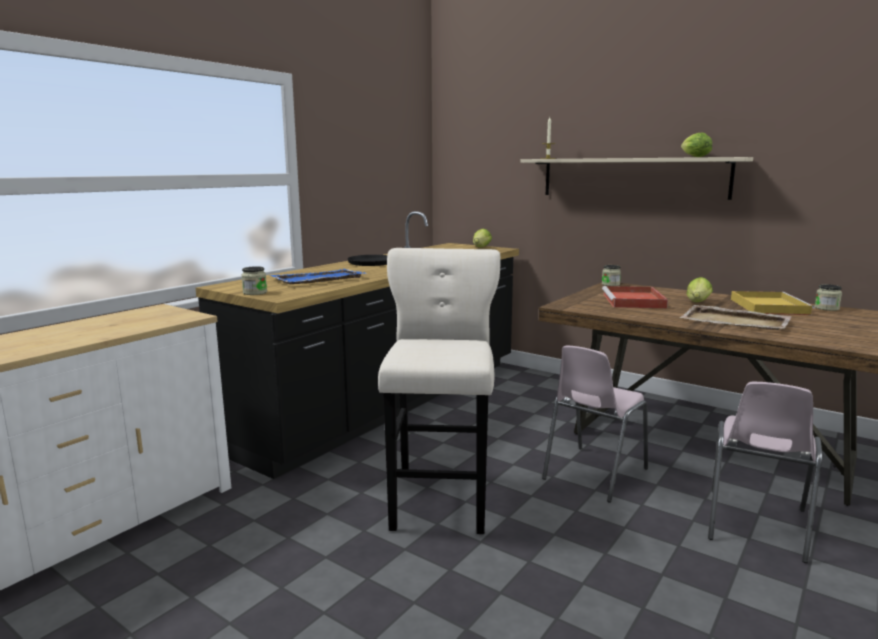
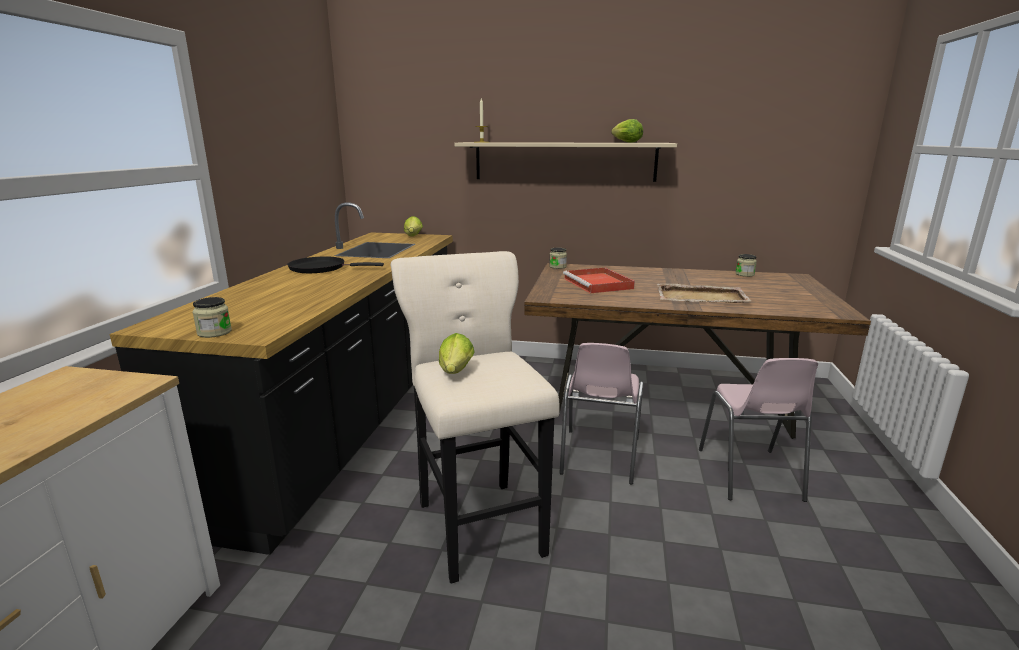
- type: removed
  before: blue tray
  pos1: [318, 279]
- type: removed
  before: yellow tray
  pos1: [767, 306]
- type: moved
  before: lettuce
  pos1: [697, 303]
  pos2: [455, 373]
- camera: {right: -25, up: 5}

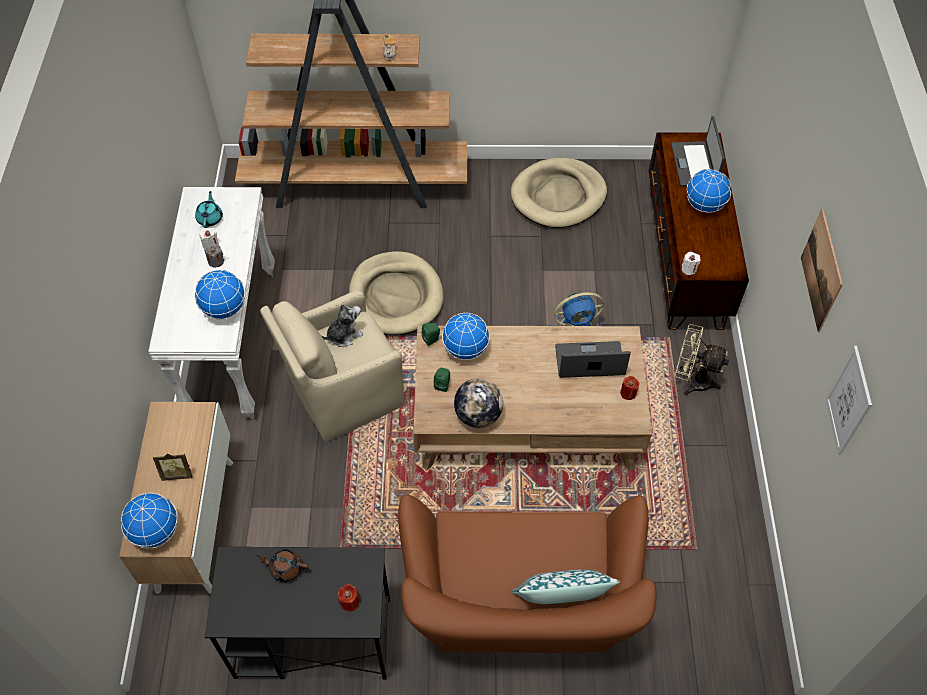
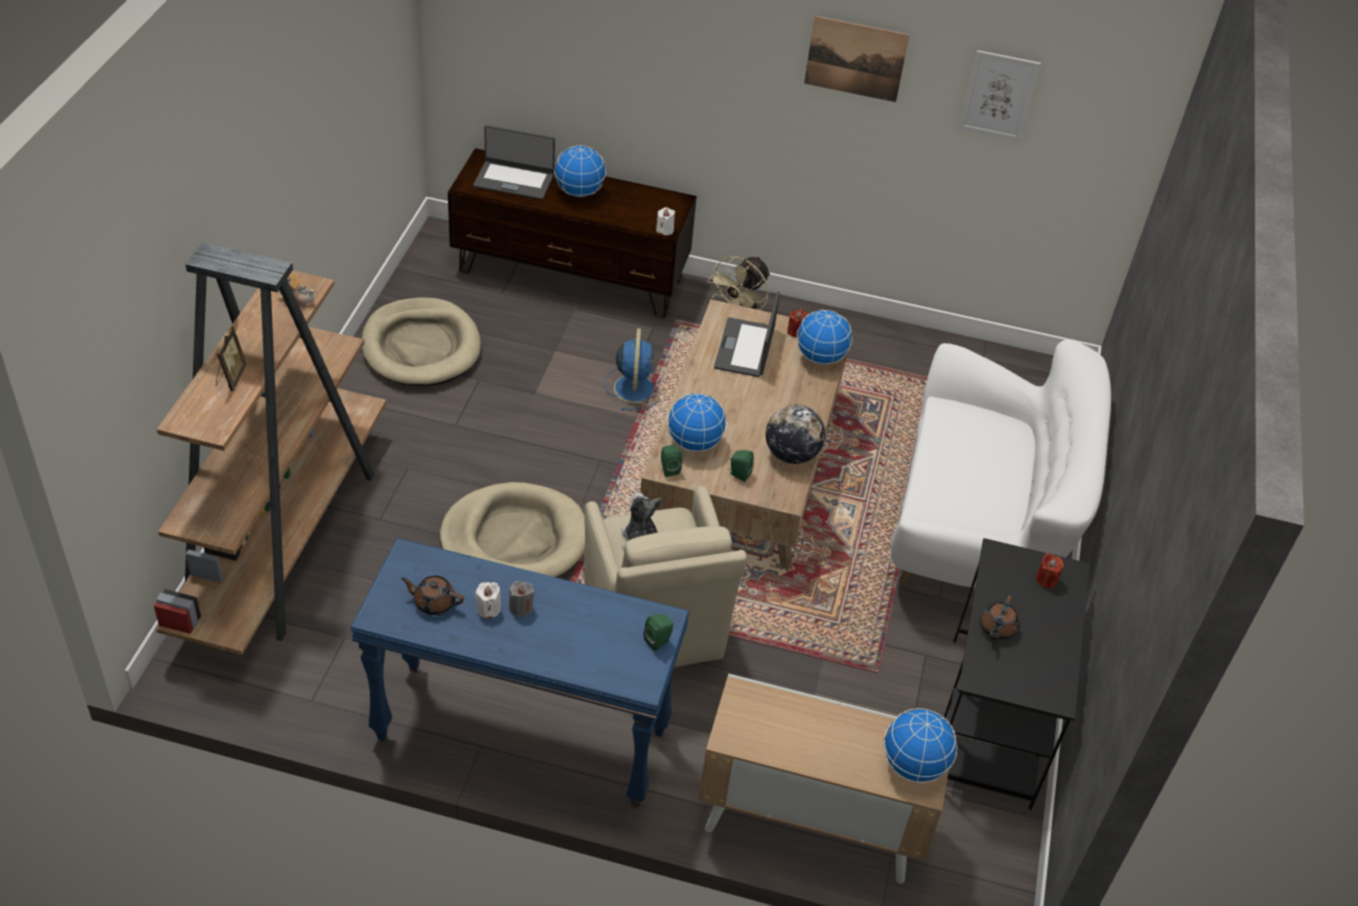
- type: removed
  before: pillow
  pos1: [560, 602]
- type: added
  after: green speaker
  pos2: [659, 641]
- type: moved
  before: picture frame
  pos1: [177, 473]
  pos2: [230, 378]
- type: moved
  before: globe
  pos1: [224, 309]
  pos2: [821, 358]
- type: recoloured
  before: white console table
  after: blue console table
  pos1: [231, 342]
  pos2: [520, 737]
- type: recoloured
  before: turquoise teapot
  after: brown teapot
  pos1: [210, 218]
  pos2: [434, 602]
- type: recoloured
  before: brown sofa
  after: white sofa
  pos1: [520, 606]
  pos2: [979, 529]
- camera: {right: -80, up: -10}

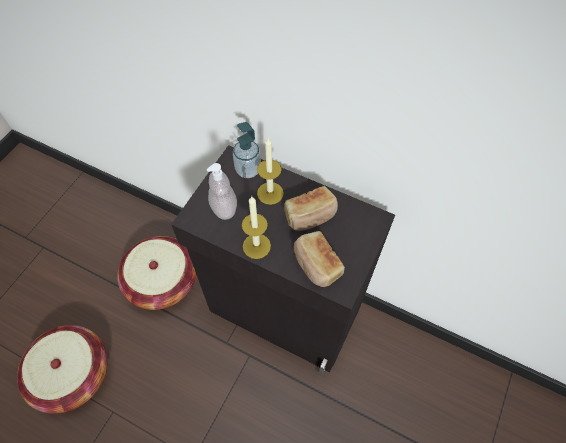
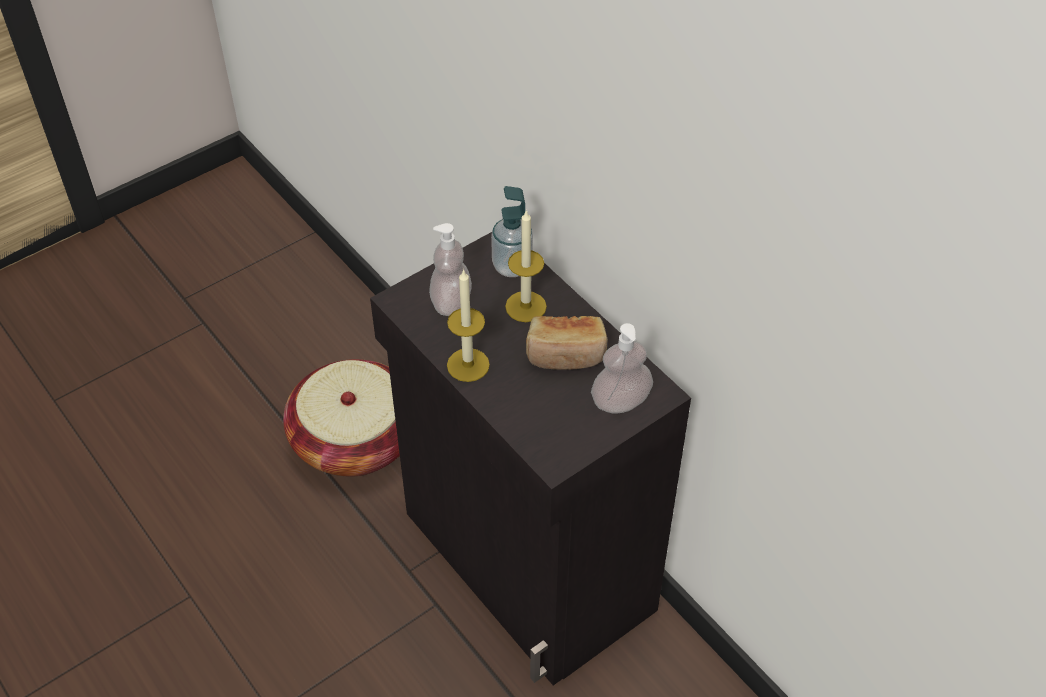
- type: removed
  before: basket
  pos1: [73, 374]
- type: removed
  before: bread
  pos1: [316, 264]
- type: added
  after: soap dispenser
  pos2: [620, 401]
- camera: {right: 25, up: -10}

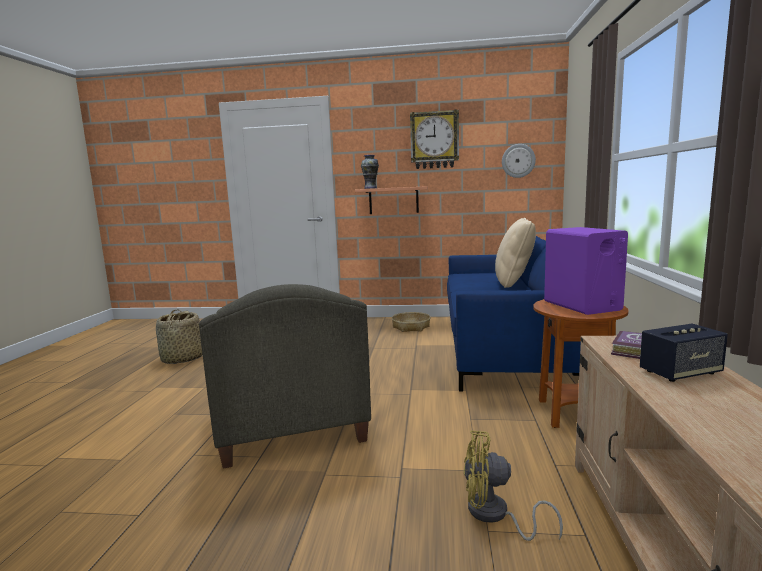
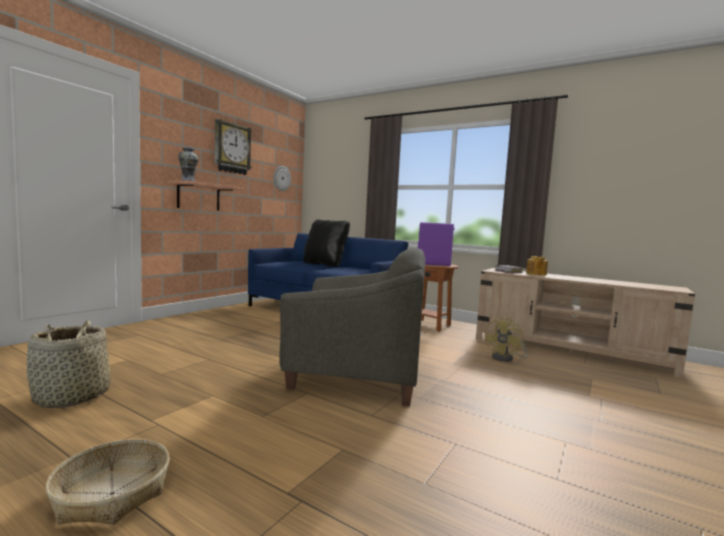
- type: moved
  before: basket
  pos1: [411, 327]
  pos2: [112, 493]
- type: replaced
  before: speaker
  after: teapot
  pos1: [680, 373]
  pos2: [536, 274]
- type: recoloured
  before: beige pillow
  after: black pillow
  pos1: [514, 283]
  pos2: [325, 264]
- camera: {right: -65, up: -5}

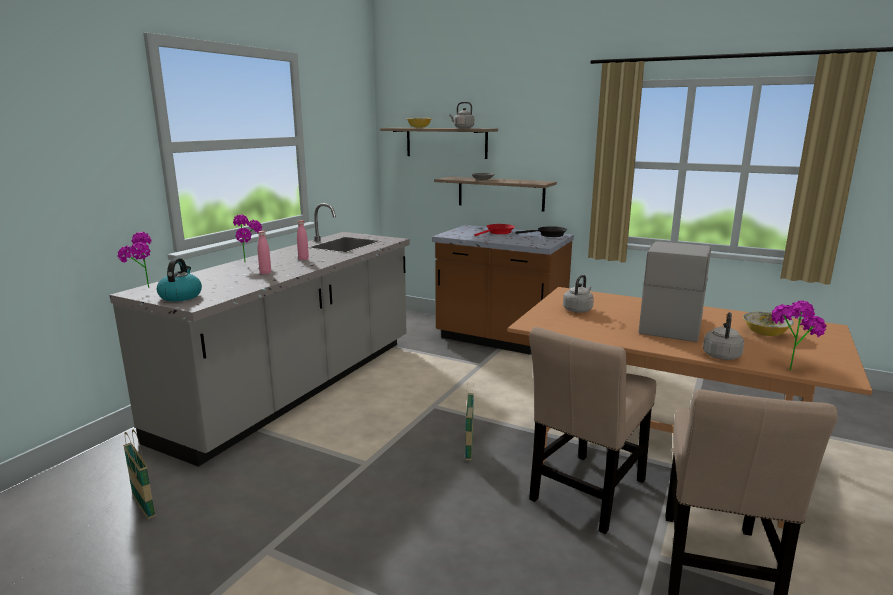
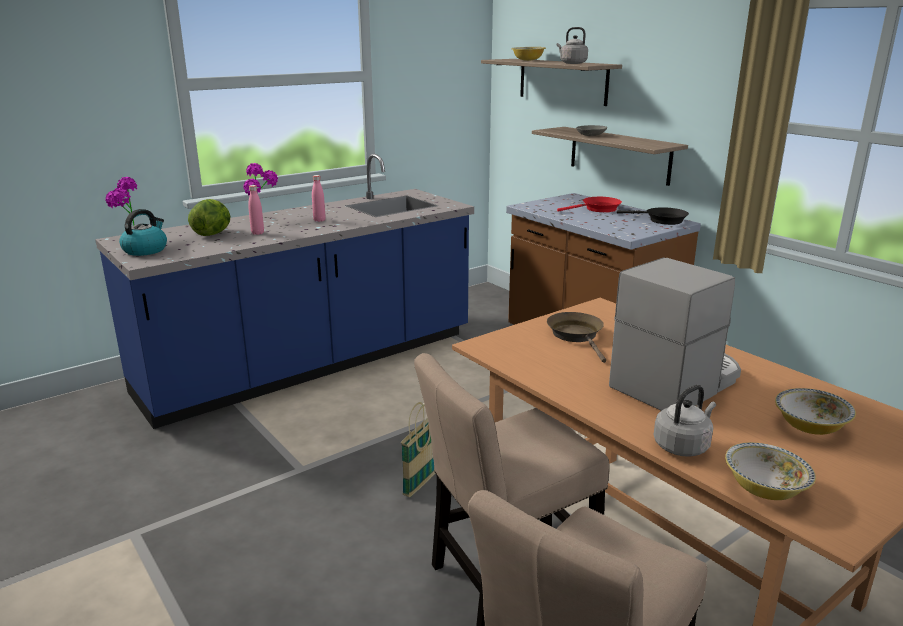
- type: removed
  before: basket
  pos1: [144, 507]
- type: added
  after: lettuce
  pos2: [213, 234]
- type: replaced
  before: grey kettle
  after: brown frying pan
  pos1: [578, 310]
  pos2: [577, 336]
- type: replaced
  before: potted plant
  after: bowl
  pos1: [788, 366]
  pos2: [764, 489]
- type: recoloured
  before: grey counter
  after: blue counter
  pos1: [297, 387]
  pos2: [312, 364]
- camera: {right: 25, up: 5}

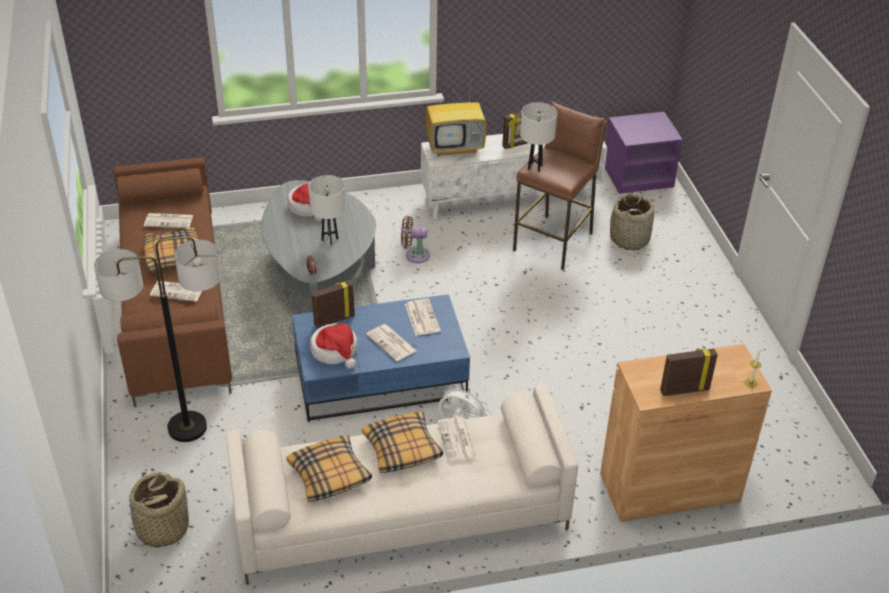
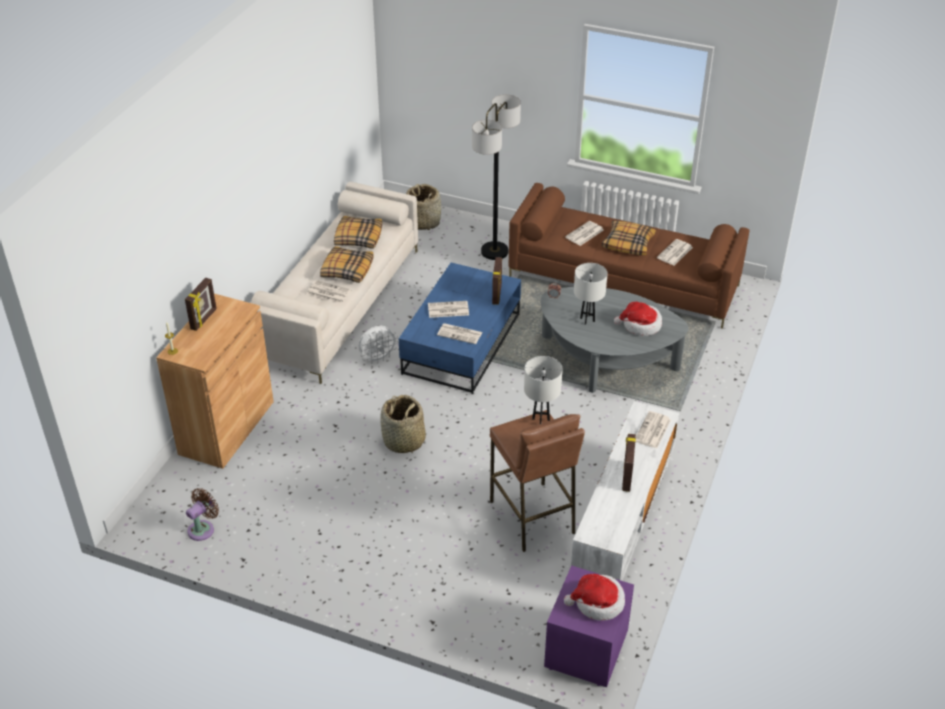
- type: moved
  before: hat
  pos1: [335, 351]
  pos2: [597, 603]
- type: moved
  before: brown fan
  pos1: [414, 255]
  pos2: [203, 529]
- type: moved
  before: basket
  pos1: [629, 239]
  pos2: [404, 441]
- type: replaced
  before: television
  after: newspaper
  pos1: [456, 148]
  pos2: [652, 431]
- camera: {right: 125, up: 0}

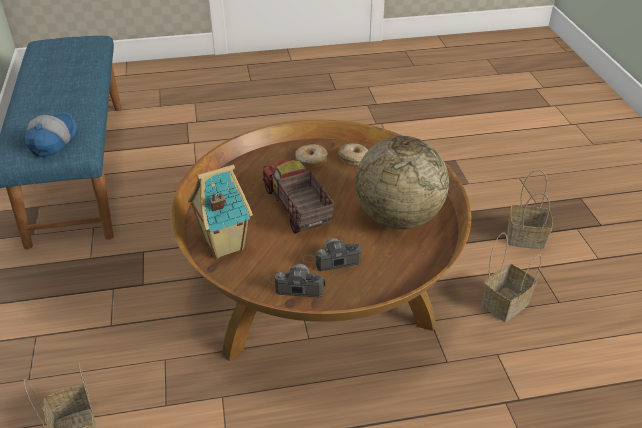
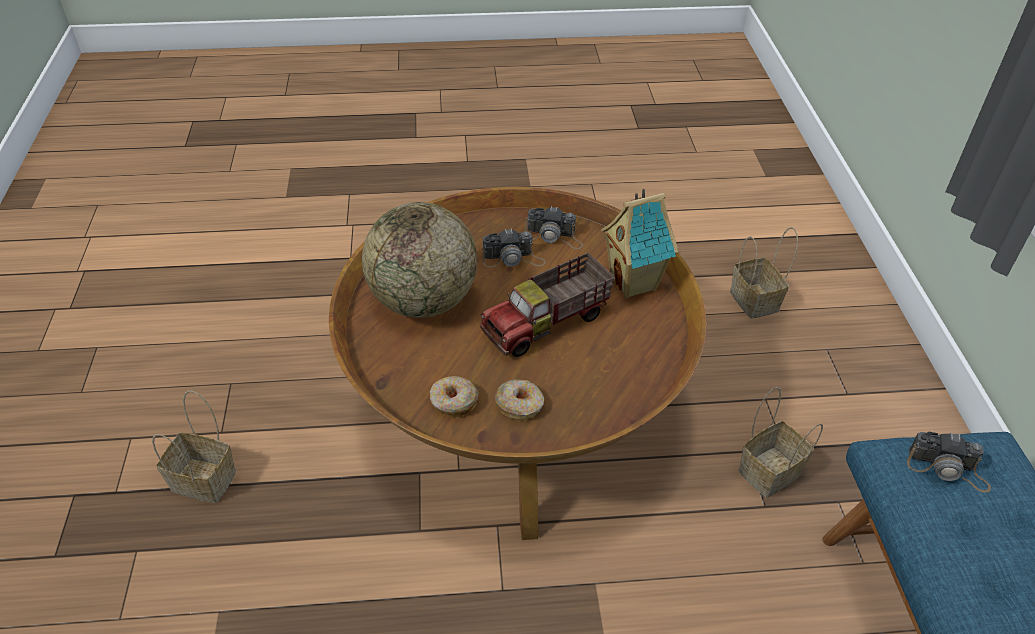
- type: moved
  before: basket
  pos1: [505, 302]
  pos2: [769, 474]
- type: replaced
  before: cap
  after: photo camera
  pos1: [53, 141]
  pos2: [947, 469]
- type: turned
  before: toy truck
  pos1: [296, 209]
  pos2: [547, 323]
  turn: 75
- camera: {right: -175, up: 5}

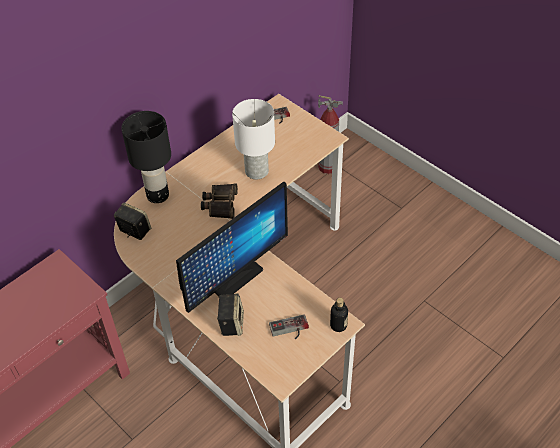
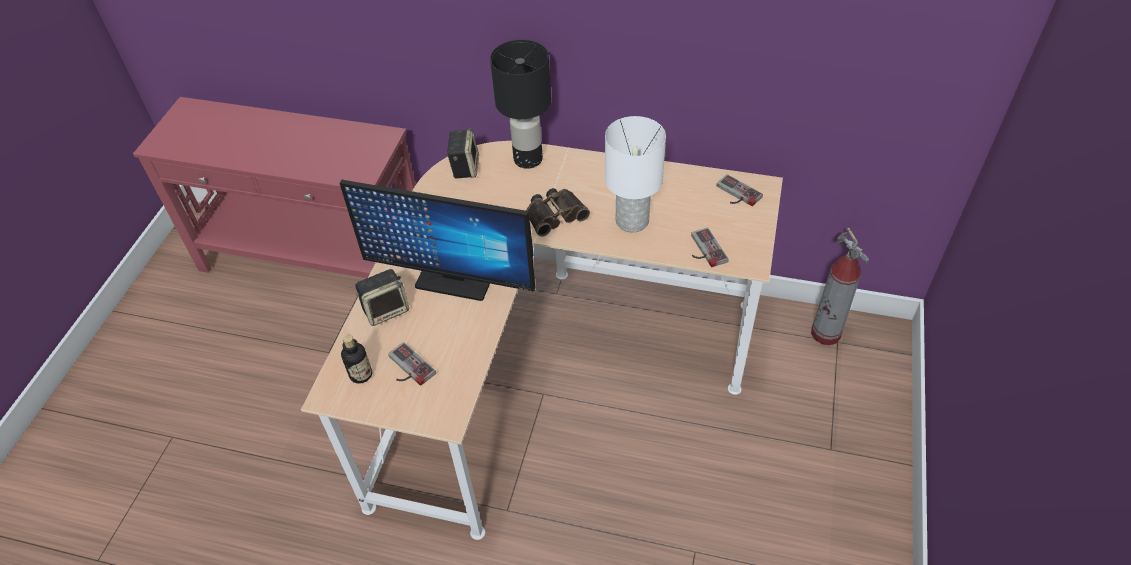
- type: added
  after: game controller
  pos2: [704, 250]
- type: moved
  before: bottle
  pos1: [338, 325]
  pos2: [361, 374]
- camera: {right: 60, up: 0}

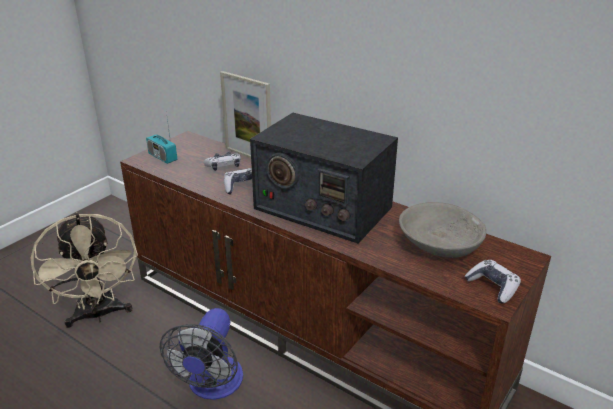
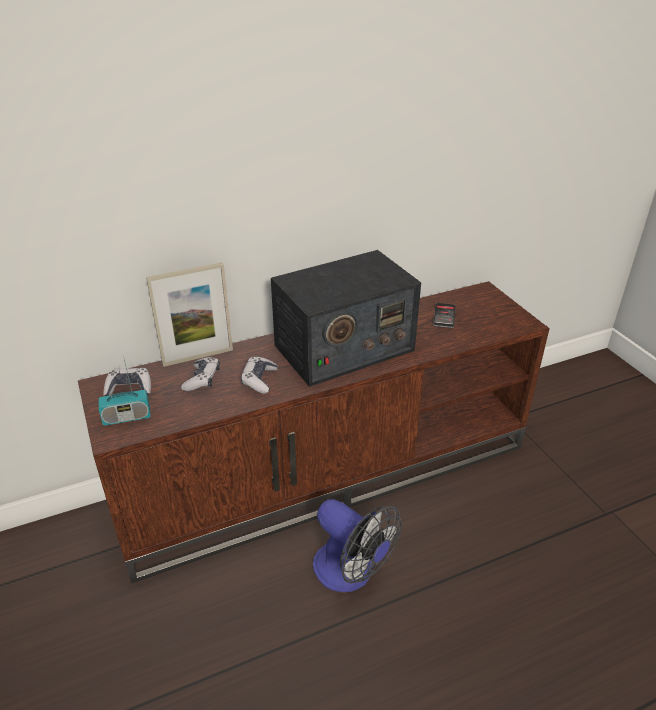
- type: removed
  before: beige fan
  pos1: [99, 315]
- type: moved
  before: game controller
  pos1: [492, 287]
  pos2: [129, 388]
- type: replaced
  before: grey bowl
  after: phone
  pos1: [439, 244]
  pos2: [444, 316]
- camera: {right: -60, up: 5}

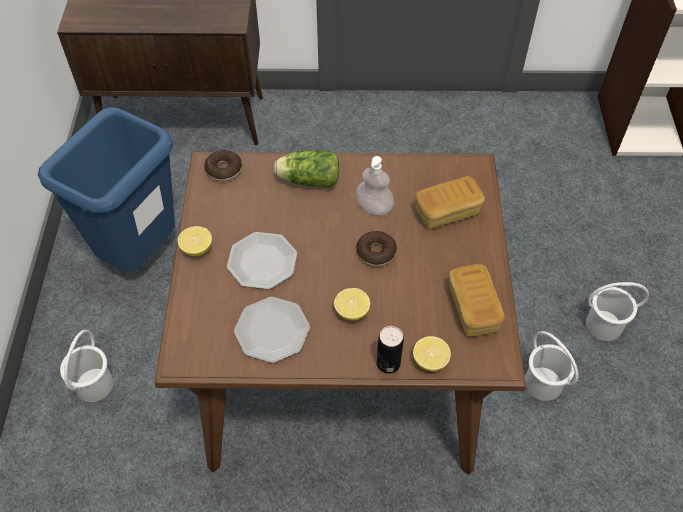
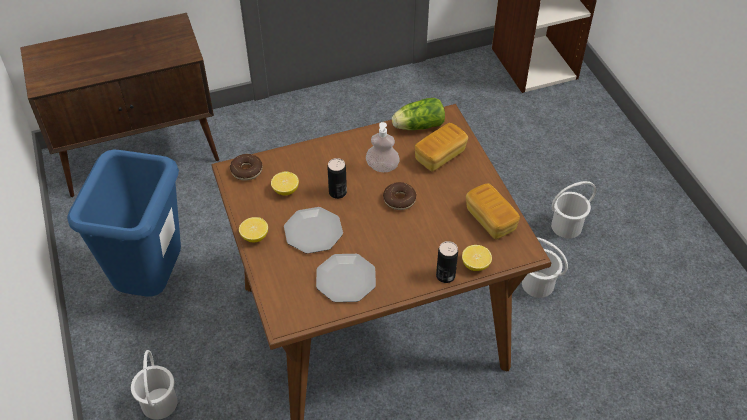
- type: added
  after: can
  pos2: [337, 192]
- type: moved
  before: lettuce
  pos1: [307, 180]
  pos2: [417, 126]
- type: moved
  before: lemon
  pos1: [352, 312]
  pos2: [285, 190]
- camera: {right: -20, up: -5}

